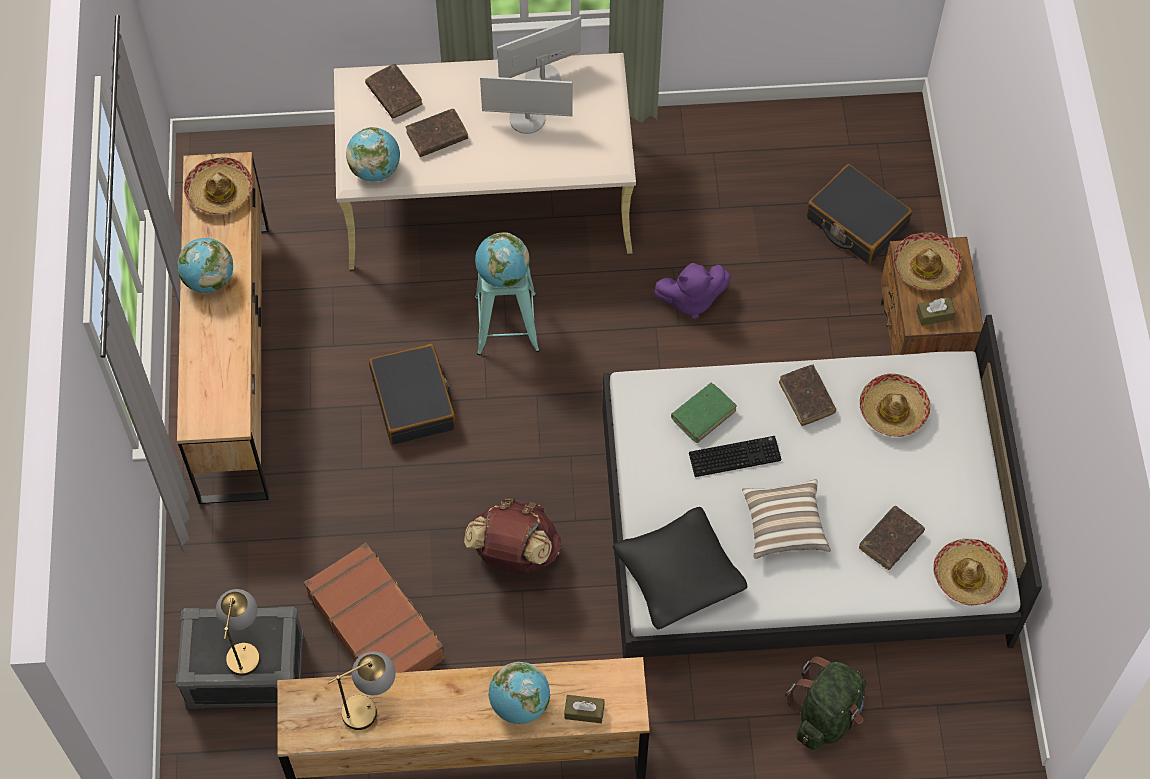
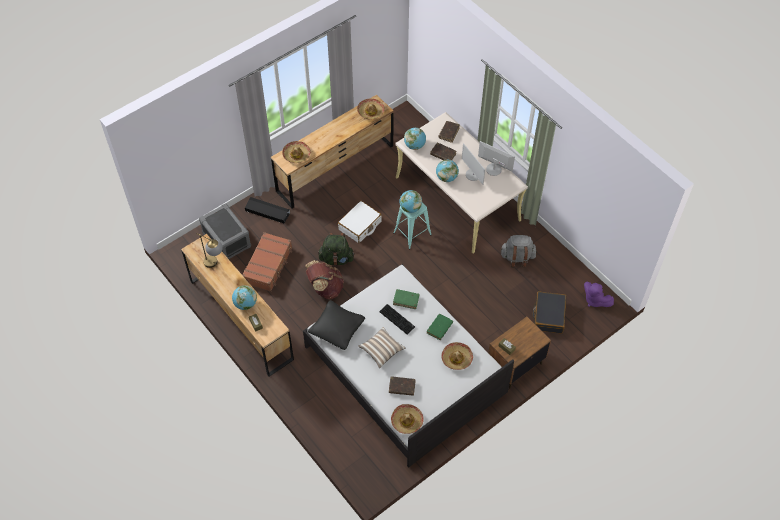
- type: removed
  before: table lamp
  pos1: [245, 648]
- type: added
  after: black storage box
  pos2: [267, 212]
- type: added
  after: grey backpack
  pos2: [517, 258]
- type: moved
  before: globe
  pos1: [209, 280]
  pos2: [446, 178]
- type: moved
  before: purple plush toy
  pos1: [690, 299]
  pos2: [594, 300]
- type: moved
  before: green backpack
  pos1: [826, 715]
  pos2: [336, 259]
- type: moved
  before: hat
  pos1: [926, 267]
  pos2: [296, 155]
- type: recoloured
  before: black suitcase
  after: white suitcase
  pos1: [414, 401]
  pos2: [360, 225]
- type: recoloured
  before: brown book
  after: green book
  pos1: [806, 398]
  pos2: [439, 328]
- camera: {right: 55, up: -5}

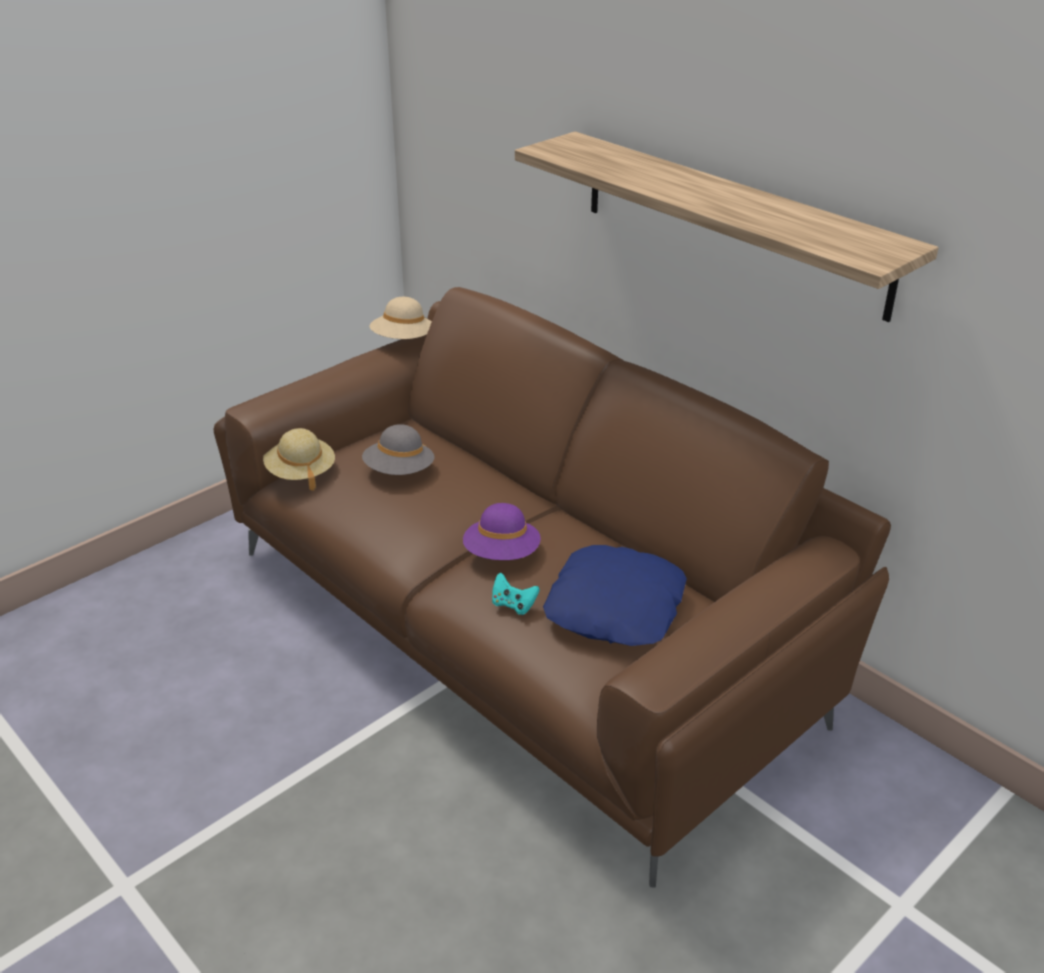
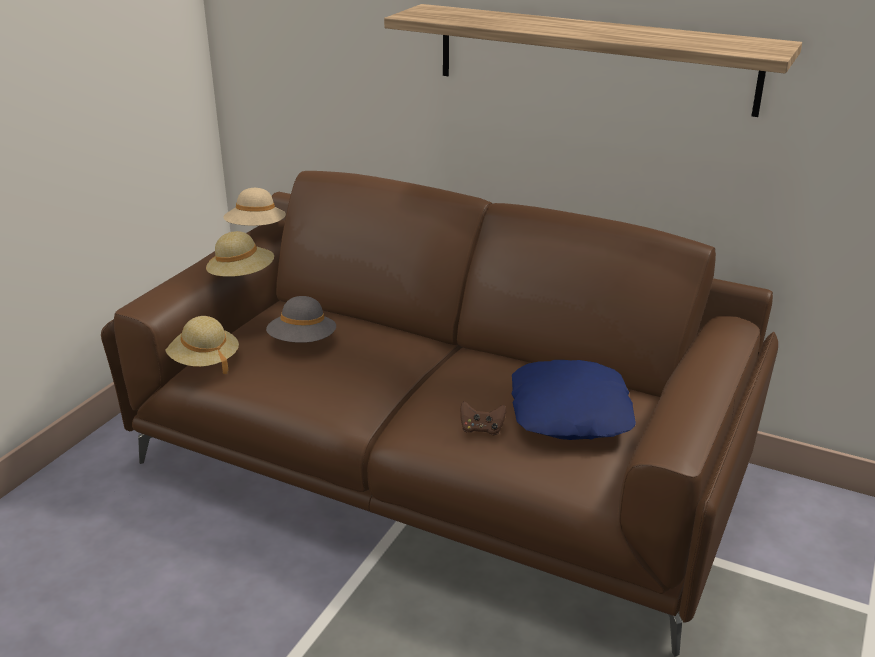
- type: removed
  before: purple hat
  pos1: [502, 554]
- type: added
  after: beige hat
  pos2: [242, 277]
- type: recoloured
  before: turquoise game controller
  after: brown game controller
  pos1: [513, 605]
  pos2: [481, 429]
- camera: {right: -20, up: -5}

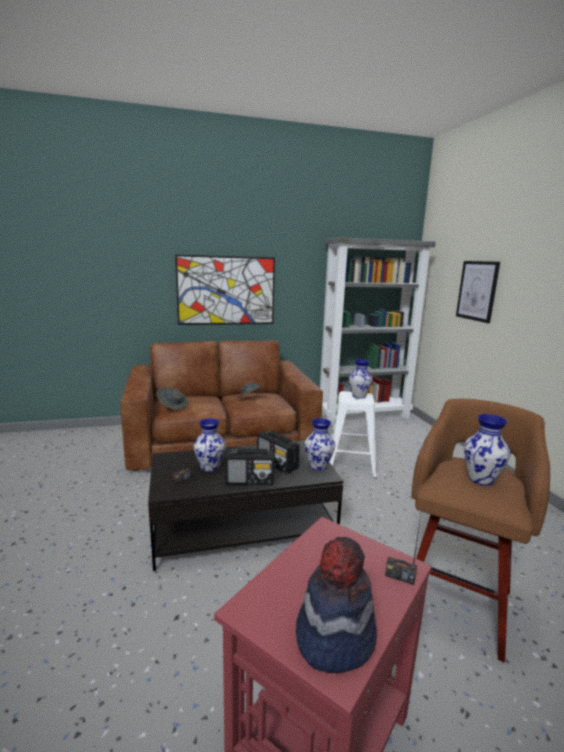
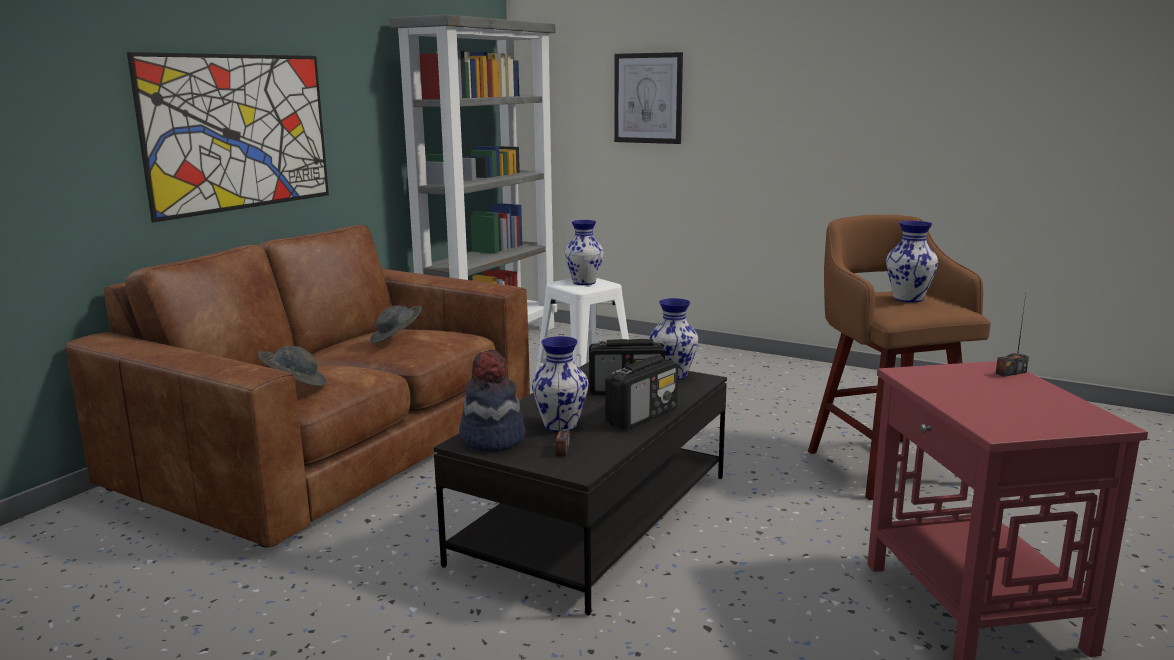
- type: moved
  before: hat
  pos1: [334, 636]
  pos2: [492, 439]
- camera: {right: -45, up: 0}

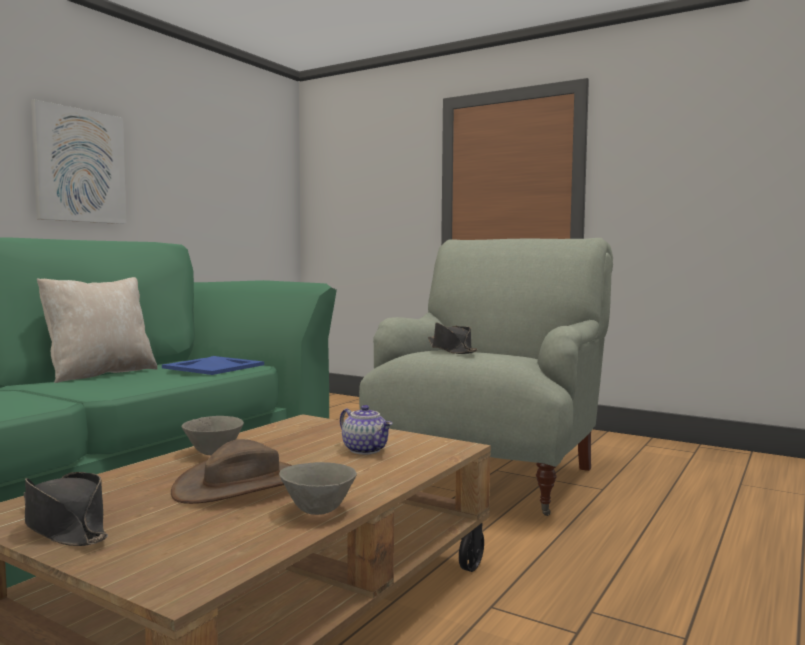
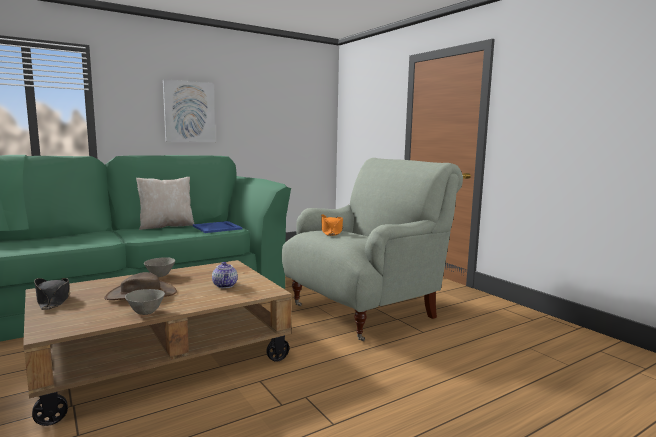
- type: recoloured
  before: black hat
  after: orange hat
  pos1: [452, 350]
  pos2: [331, 232]
- camera: {right: 25, up: 5}

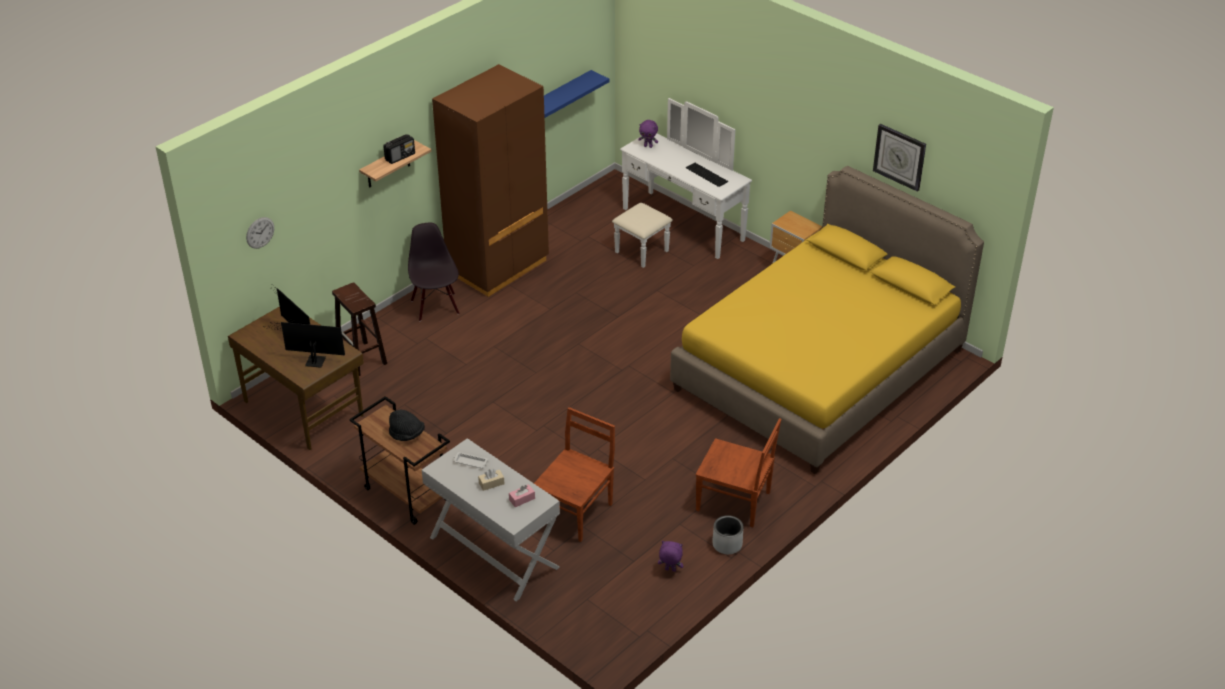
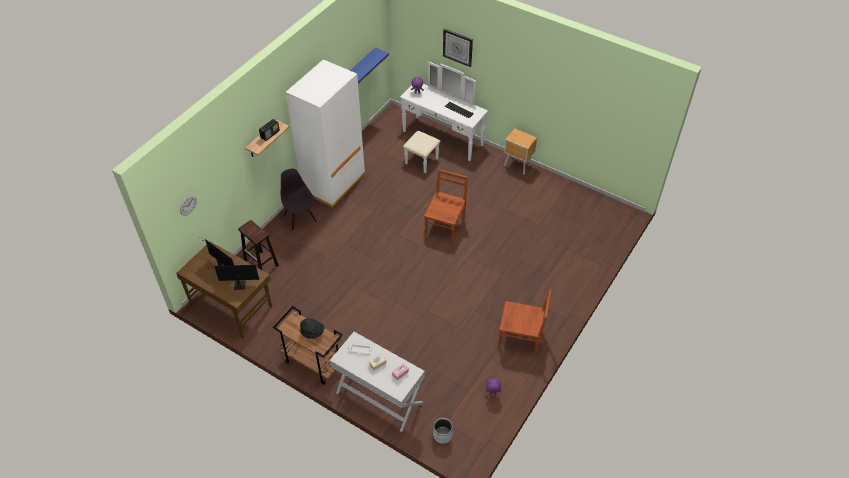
- type: removed
  before: yellow bed
  pos1: [819, 370]
- type: moved
  before: brown chair
  pos1: [575, 511]
  pos2: [445, 226]
- type: moved
  before: grey planter
  pos1: [727, 544]
  pos2: [442, 435]
- type: moved
  before: wall clock
  pos1: [899, 157]
  pos2: [458, 47]
- type: recoloured
  before: brown wardrobe
  after: white wardrobe
  pos1: [498, 267]
  pos2: [333, 184]
- camera: {right: -10, up: 10}

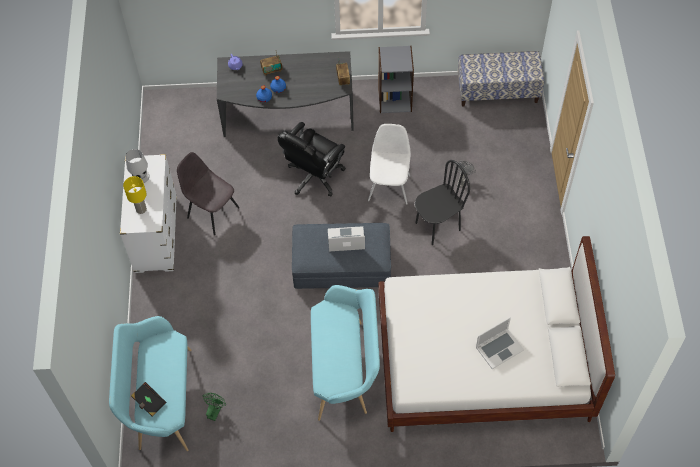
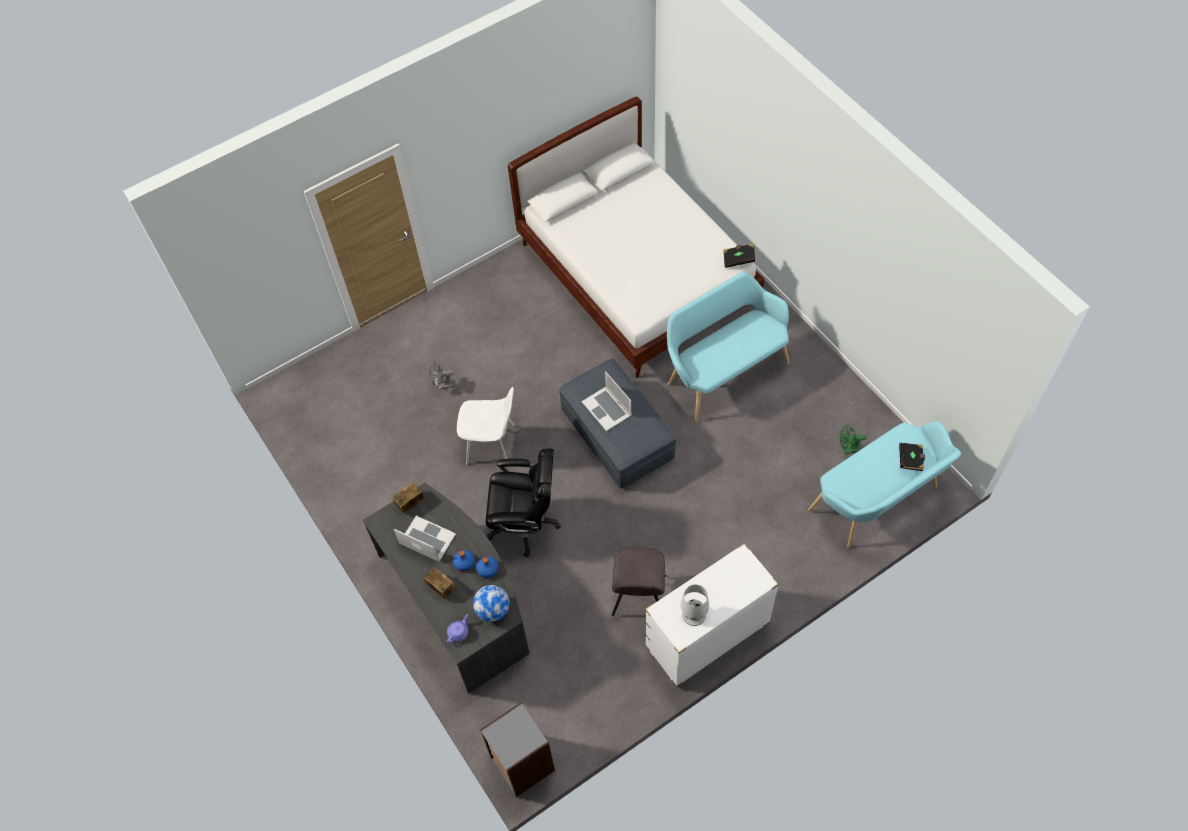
- type: removed
  before: yellow table lamp
  pos1: [141, 209]
- type: removed
  before: black chair
  pos1: [437, 226]
- type: removed
  before: bench
  pos1: [498, 91]
- type: added
  after: globe
  pos2: [493, 610]
- type: added
  after: black book
  pos2: [738, 259]
- type: moved
  before: grey bookcase
  pos1: [394, 99]
  pos2: [522, 764]
- type: moved
  before: laptop
  pos1: [499, 348]
  pos2: [427, 539]
- type: turned
  before: white chair
  pos1: [389, 187]
  pos2: [492, 445]
  turn: -150
- camera: {right: -120, up: 0}

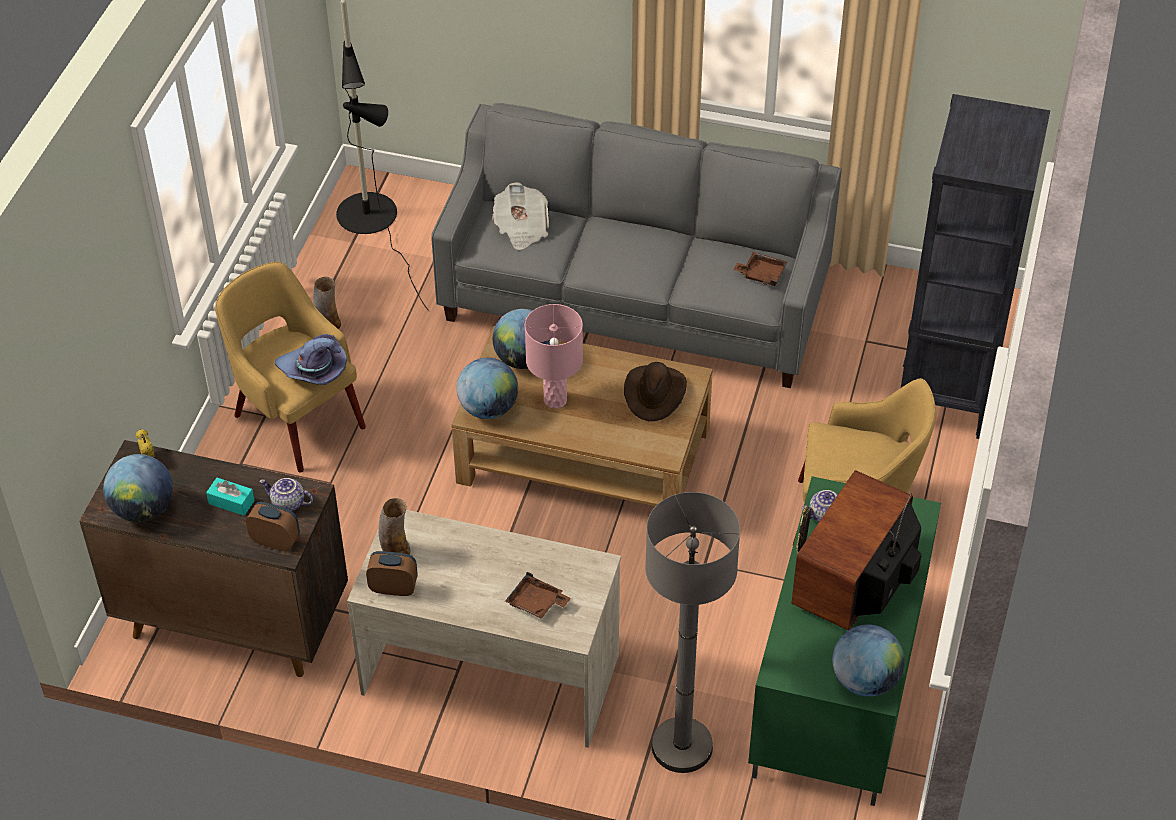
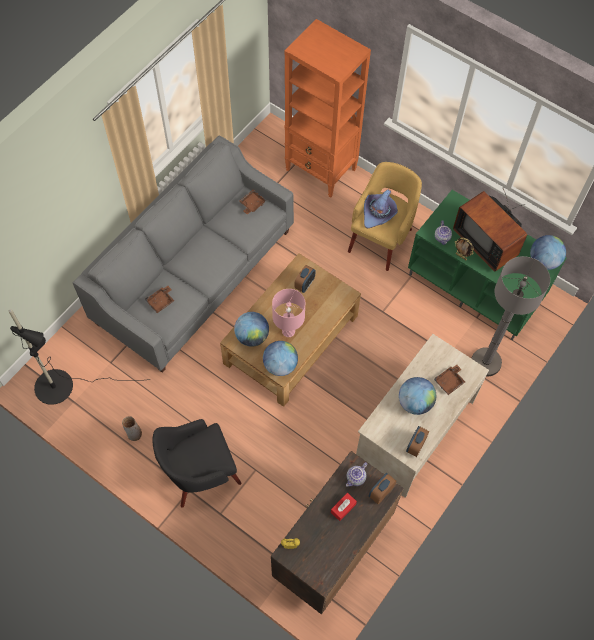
- type: removed
  before: vase
  pos1: [396, 551]
- type: moved
  before: globe
  pos1: [143, 509]
  pos2: [415, 402]
- type: moved
  before: purple hat
  pos1: [314, 370]
  pos2: [378, 213]
- type: replaced
  before: newspaper
  after: brown tray
  pos1: [521, 228]
  pos2: [161, 301]
- type: replaced
  before: brown hat
  after: alarm clock
  pos1: [655, 394]
  pos2: [304, 284]
- type: recoloured
  before: turquoise tissue box
  after: red tissue box
  pos1: [231, 502]
  pos2: [343, 508]
- type: recoloured
  before: yellow armchair
  after: black armchair
  pos1: [297, 418]
  pos2: [200, 473]
- type: recoloured
  before: black bookcase
  after: orange bookcase
  pos1: [947, 393]
  pos2: [321, 170]
- camera: {right: -70, up: 15}

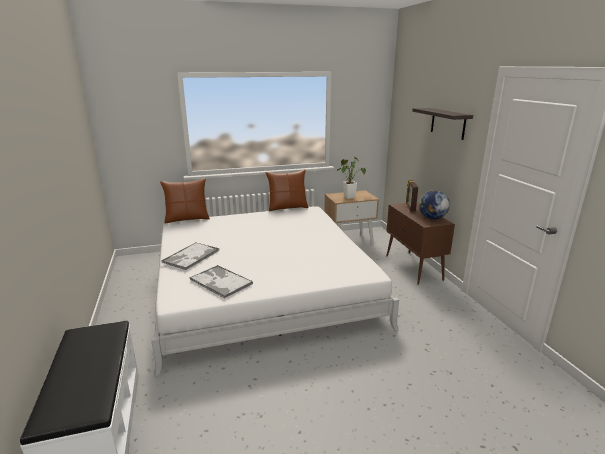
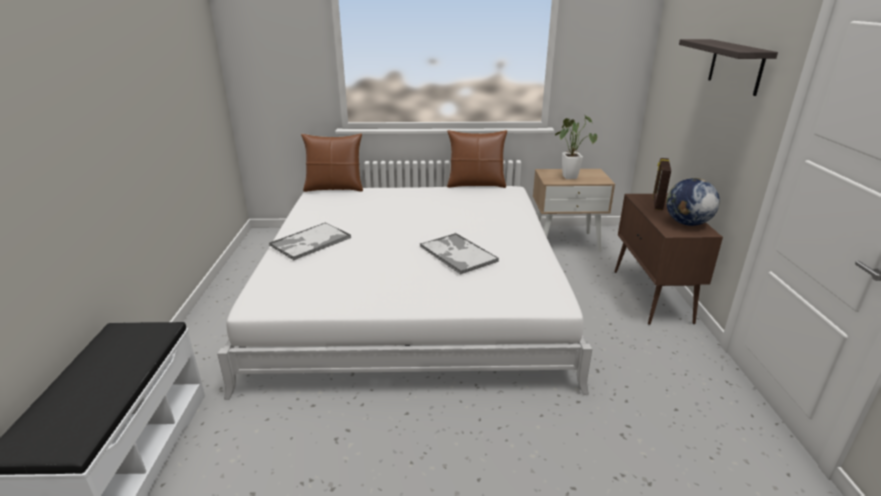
- type: moved
  before: tray
  pos1: [220, 281]
  pos2: [457, 253]
- camera: {right: 15, up: 5}

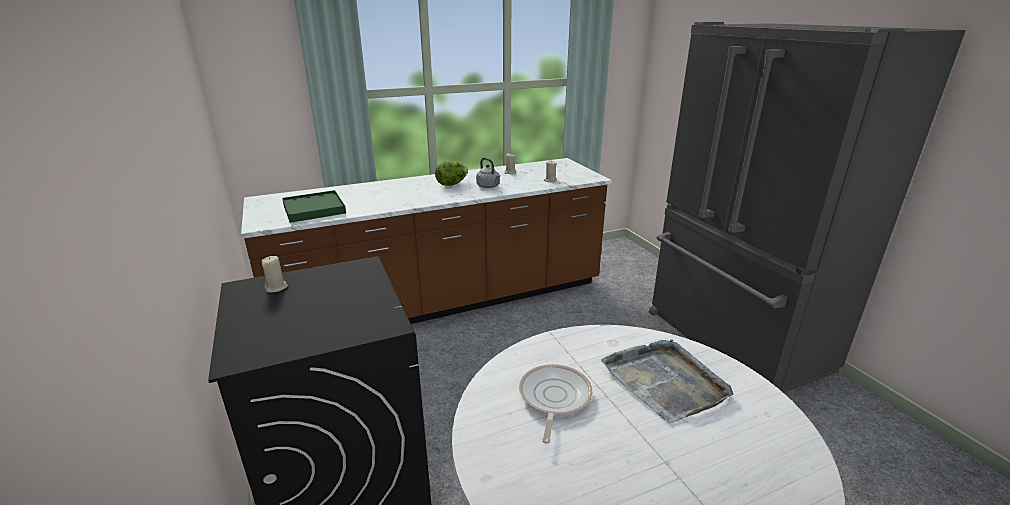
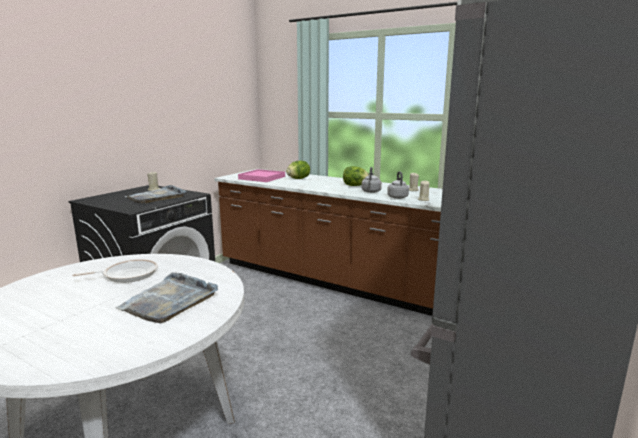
- type: added
  after: grey tray
  pos2: [156, 197]
- type: added
  after: lettuce
  pos2: [298, 179]
- type: added
  after: grey kettle
  pos2: [397, 197]
- type: recoloured
  before: green tray
  after: pink tray
  pos1: [314, 209]
  pos2: [262, 178]
- camera: {right: 55, up: -10}

